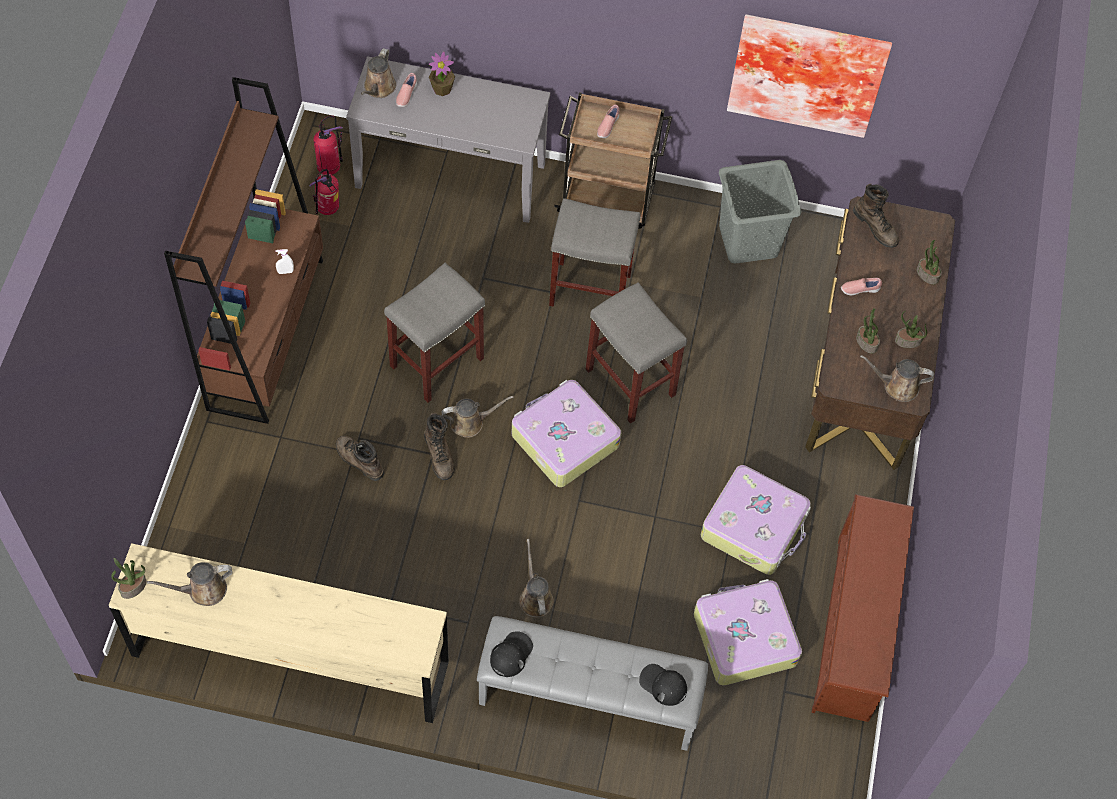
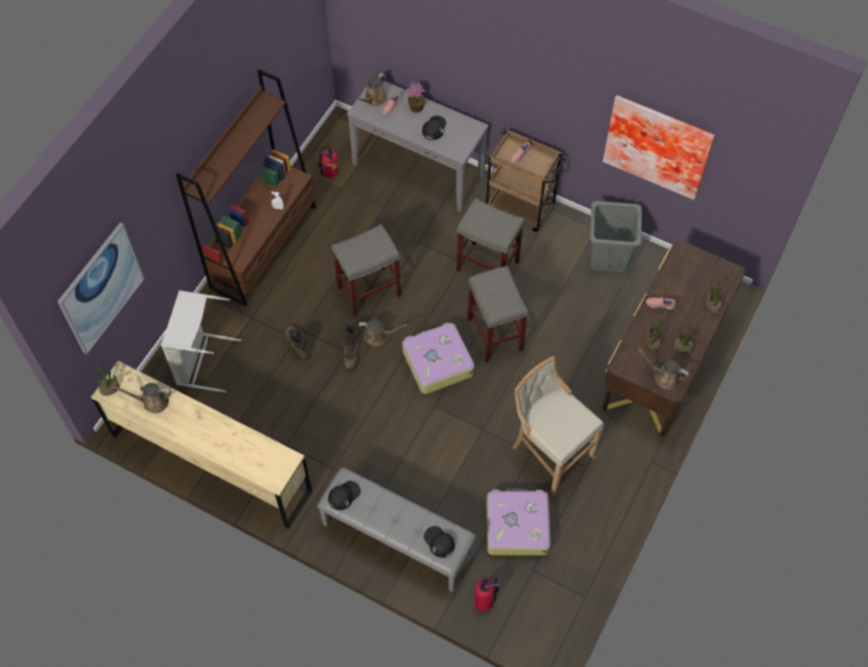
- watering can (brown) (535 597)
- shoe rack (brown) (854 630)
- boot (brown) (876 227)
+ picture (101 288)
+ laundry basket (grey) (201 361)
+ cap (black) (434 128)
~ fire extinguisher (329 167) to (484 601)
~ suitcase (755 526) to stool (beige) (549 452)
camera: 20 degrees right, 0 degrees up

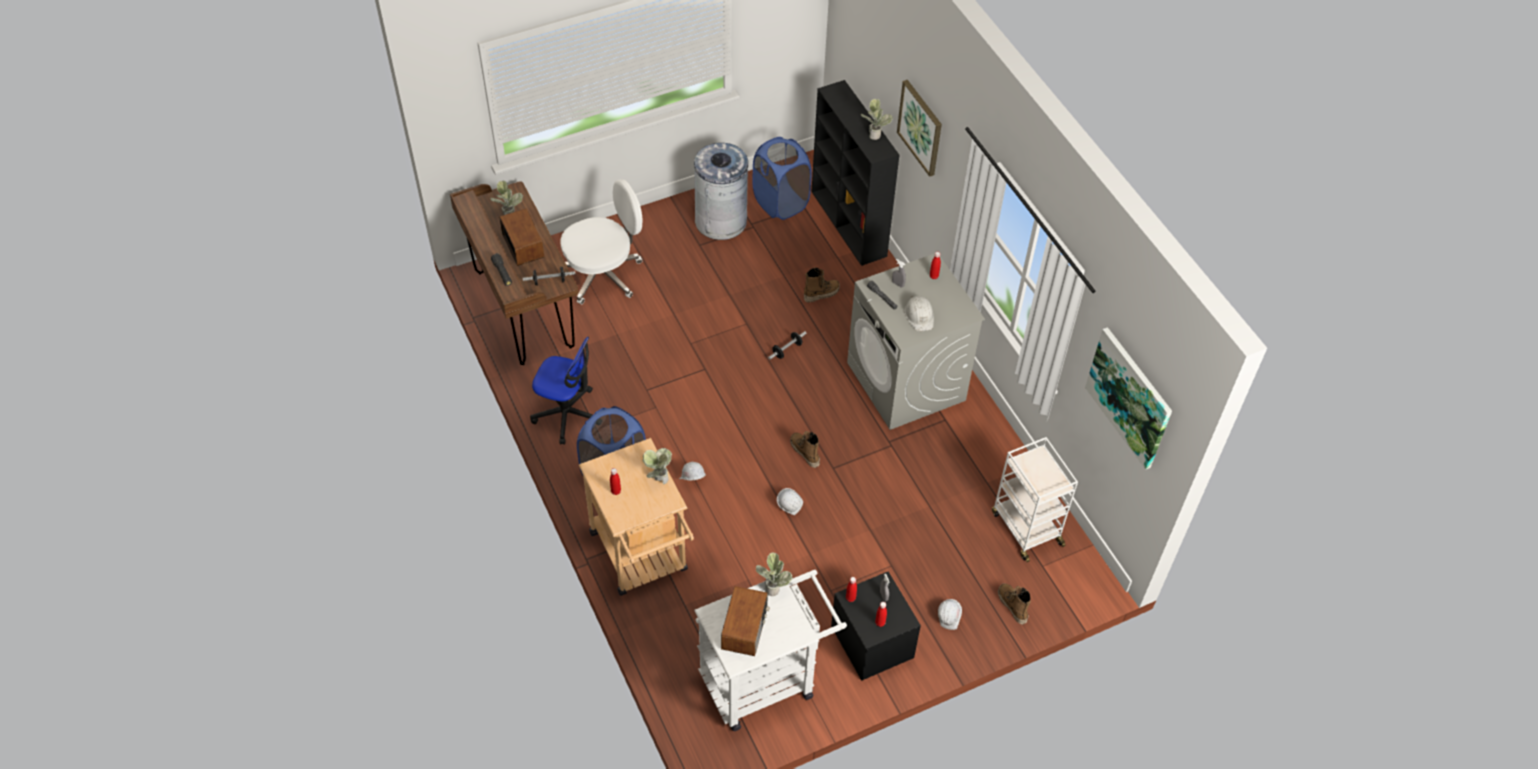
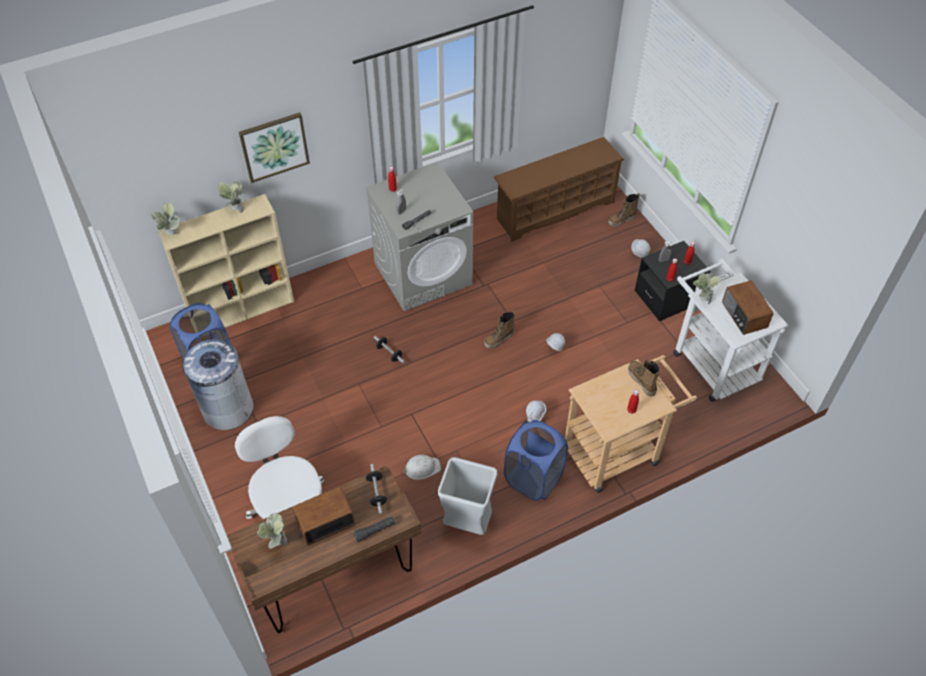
- picture (1130 397)
~ potted plant (658 478) to (171 235)
~ boot (821 293) to (641 381)
~ hard hat (white) (919 315) to (422 468)
~ office chair (567 414) to trash can (grey) (468 523)
~ cart (white) (1025 527) to shoe rack (brown) (555 210)
~ bookcase (black) (849 224) to bookcase (beige) (243 309)
~ radio (745 628) = (743 315) 120 degrees counterclockwise
camera: 90 degrees left, 0 degrees up

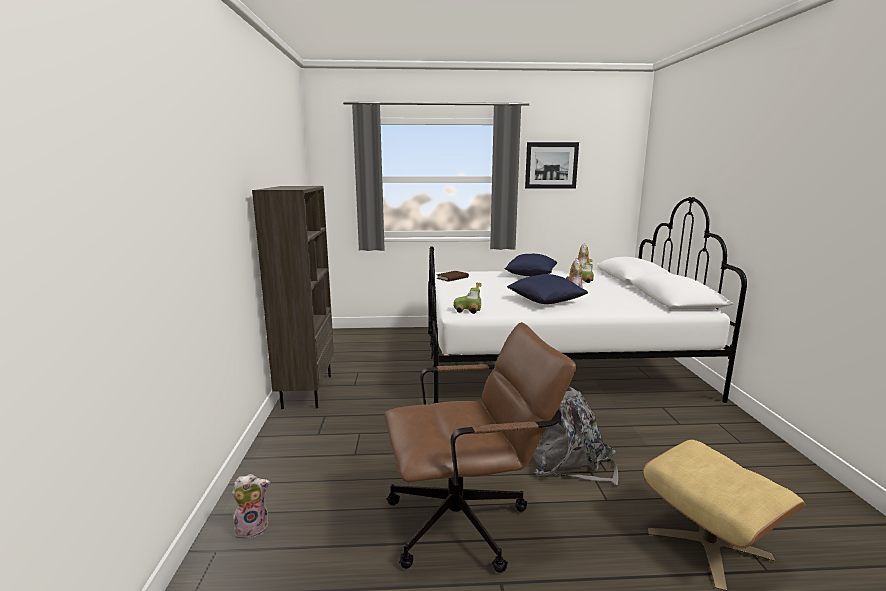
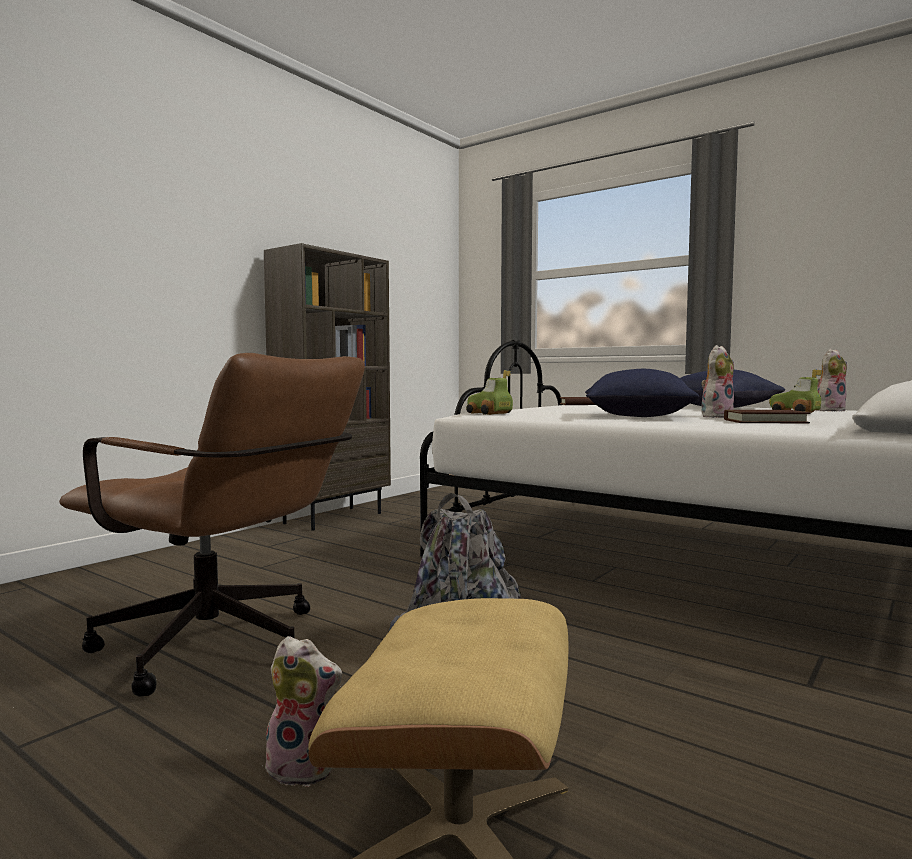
- picture (551 165)
+ book (brown) (765 421)
~ plush toy (253 528) to (304 767)
camera: 40 degrees right, 10 degrees down

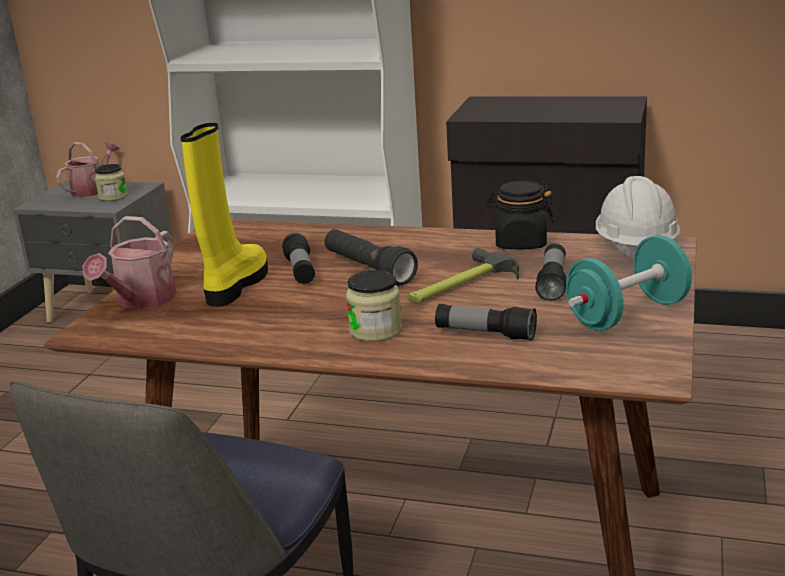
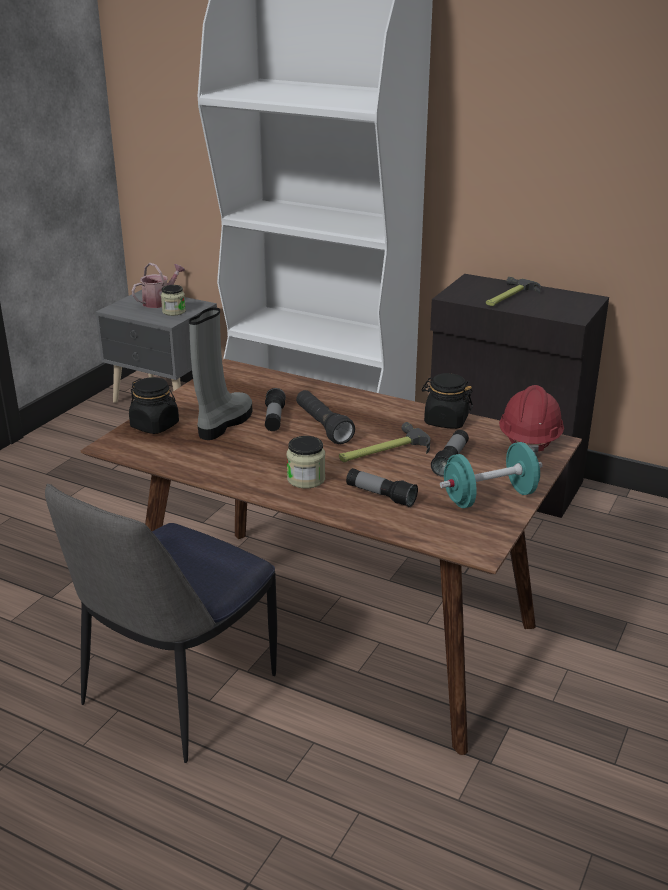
+ hammer (508 297)
~ watering can (141 301) to jar (black) (155 425)
~ boot (yellow) (236 285) to boot (grey) (224 423)
~ hard hat (white) (635 247) to hard hat (red) (529 440)
camera: 10 degrees right, 5 degrees up

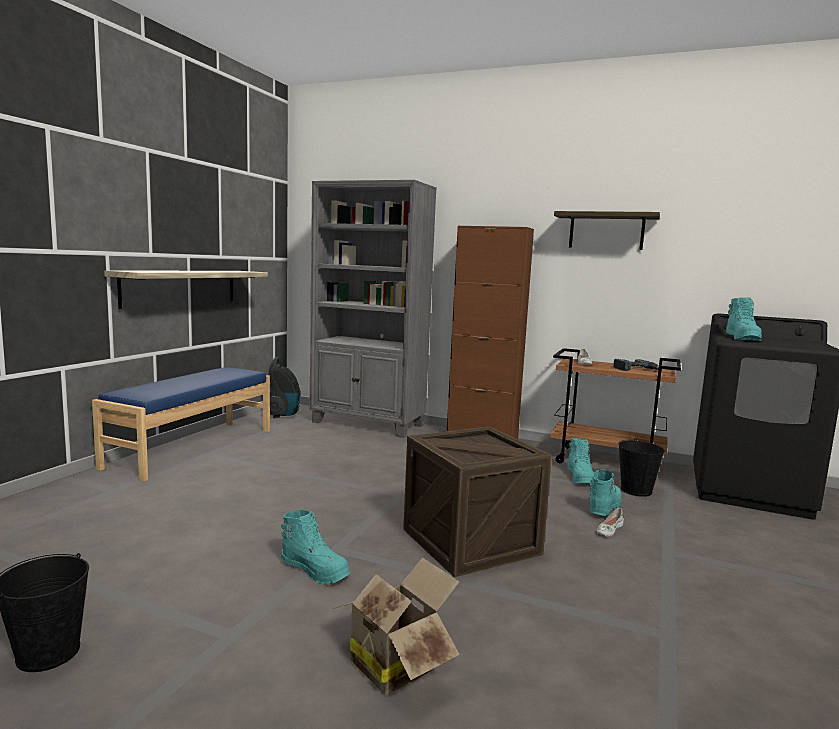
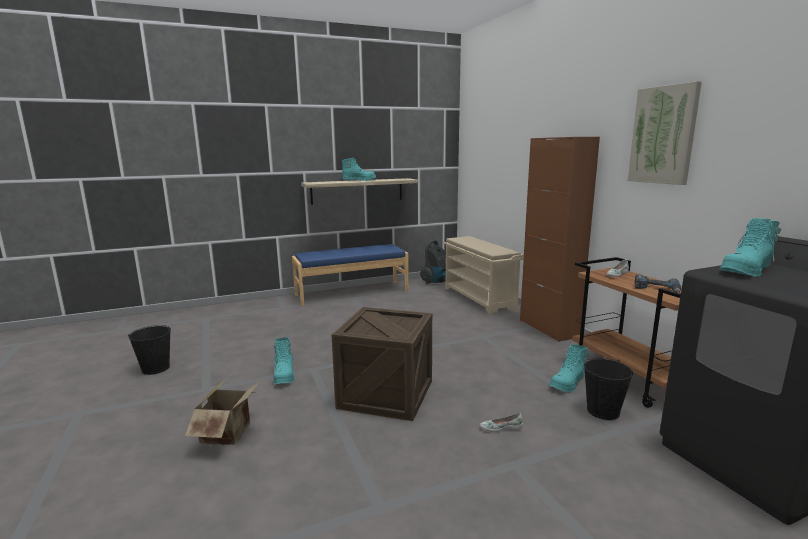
~ boot (turquoise) (603 508) to (359 180)
~ bookcase (grey) (368 424) to shoe rack (beige) (479 299)
~ shelf (606 231) to picture (663 135)
camera: 45 degrees right, 5 degrees up

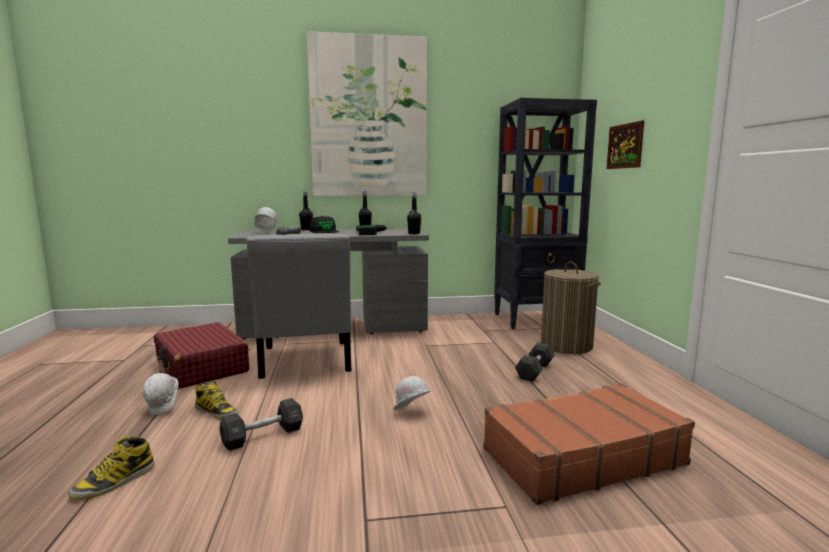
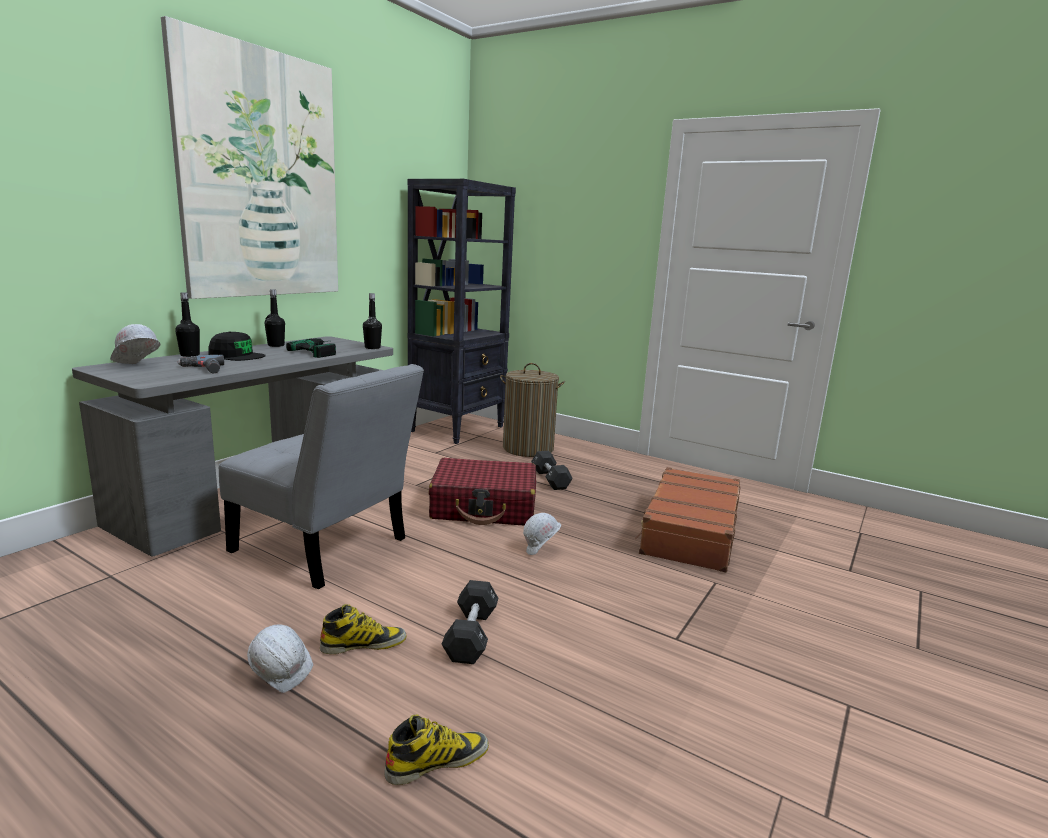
- picture (625 146)
~ suitcase (red) (202 367) to (484 507)
~ boot (114 482) = (437 761) 105 degrees counterclockwise
camera: 50 degrees left, 5 degrees up

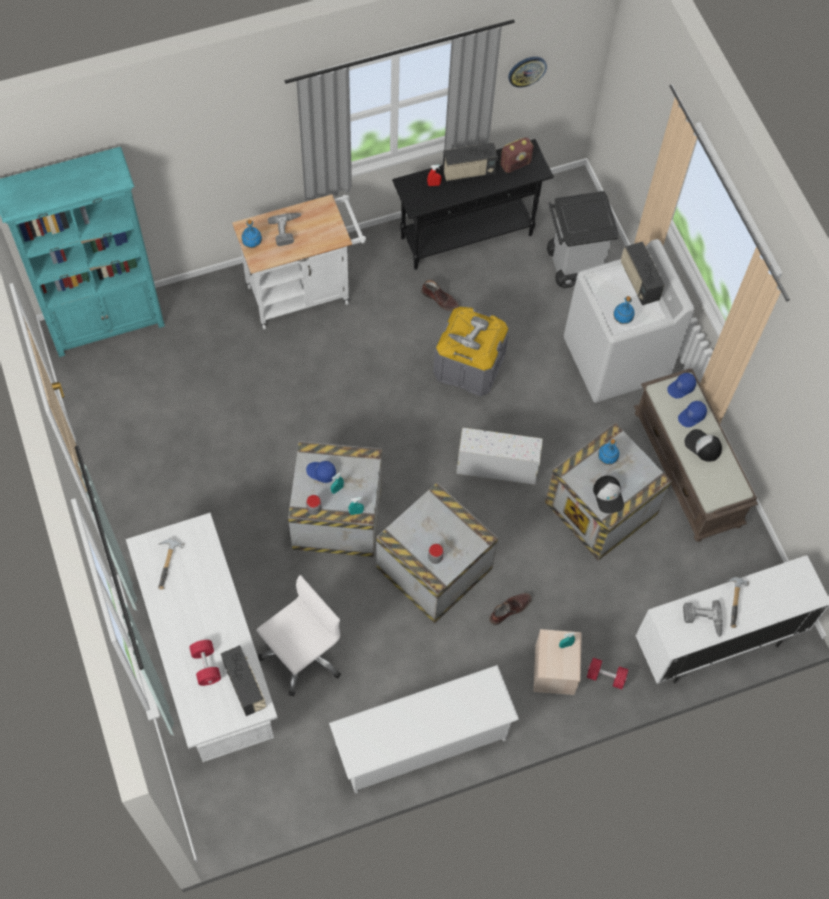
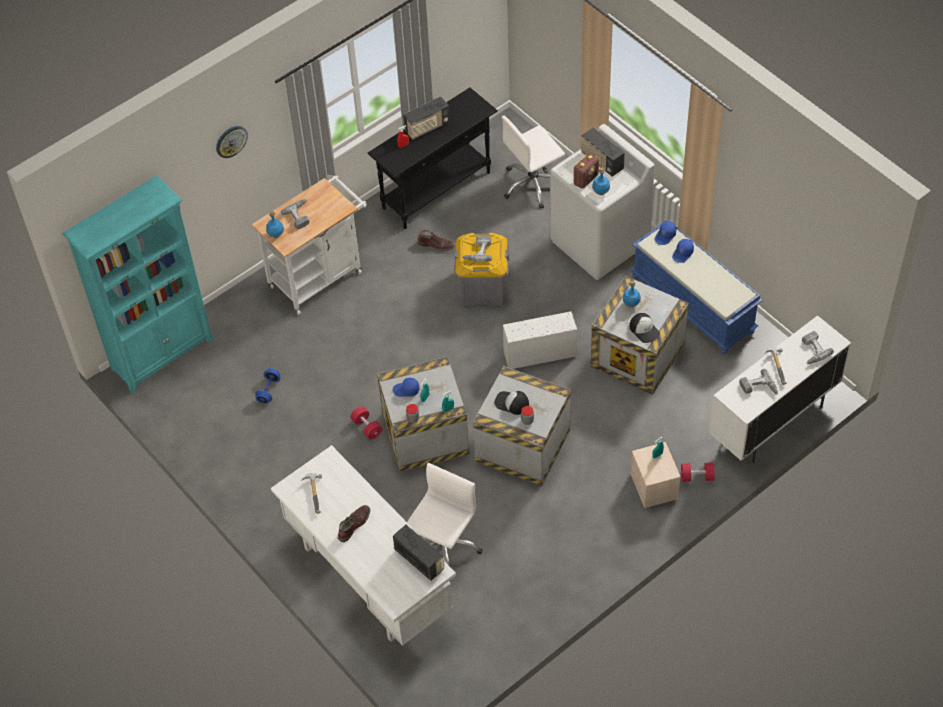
- shoe rack (white) (421 742)
+ dumbbell (blue) (268 391)
+ power drill (812 351)
~ dumbbell (red) (206 666) to (367 427)
~ boot (brown) (509 609) to (353 524)
~ radio (515 164) to (586 179)
~ wall clock (527 71) to (231 141)
~ cap (702 446) to (511 403)
~ trash can (grey) (572 265) to office chair (white) (533 184)
~ bench (brown) (688 469) to bench (blue) (694 304)
camera: 15 degrees left, 10 degrees down

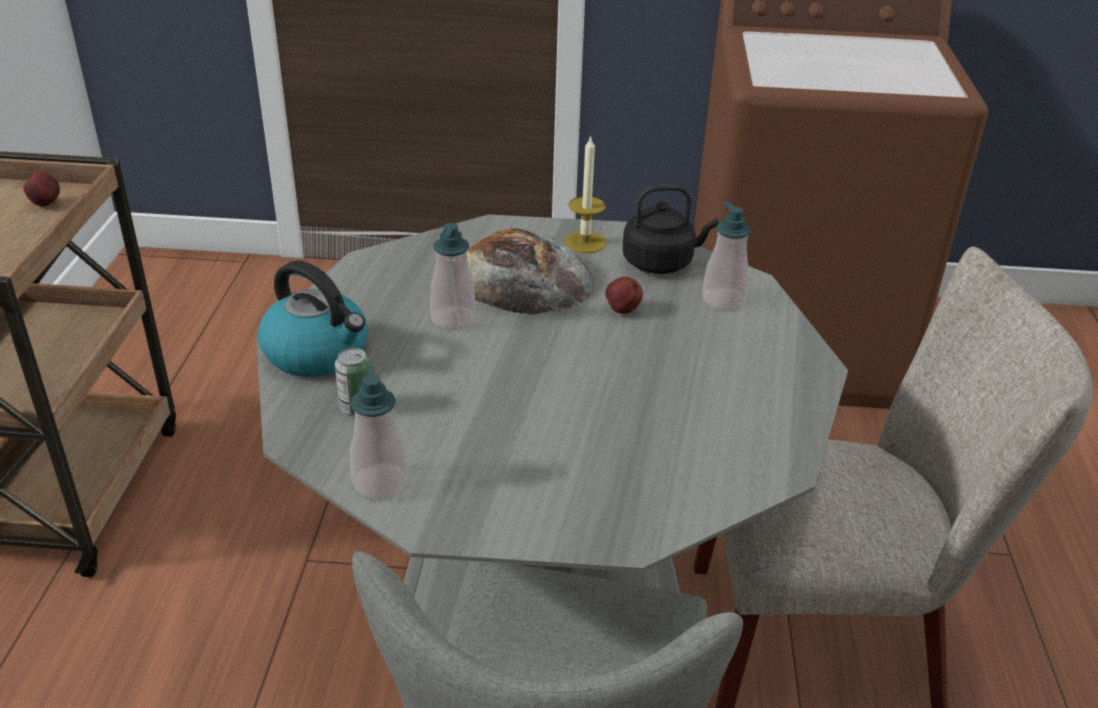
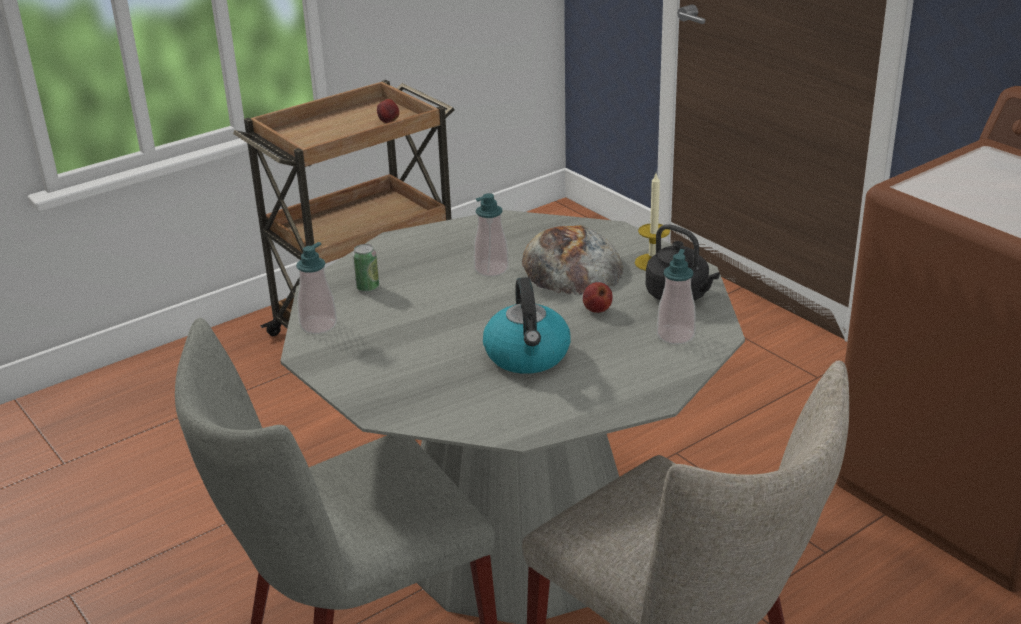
~ kettle (318 353) to (528 356)
camera: 50 degrees right, 5 degrees down

